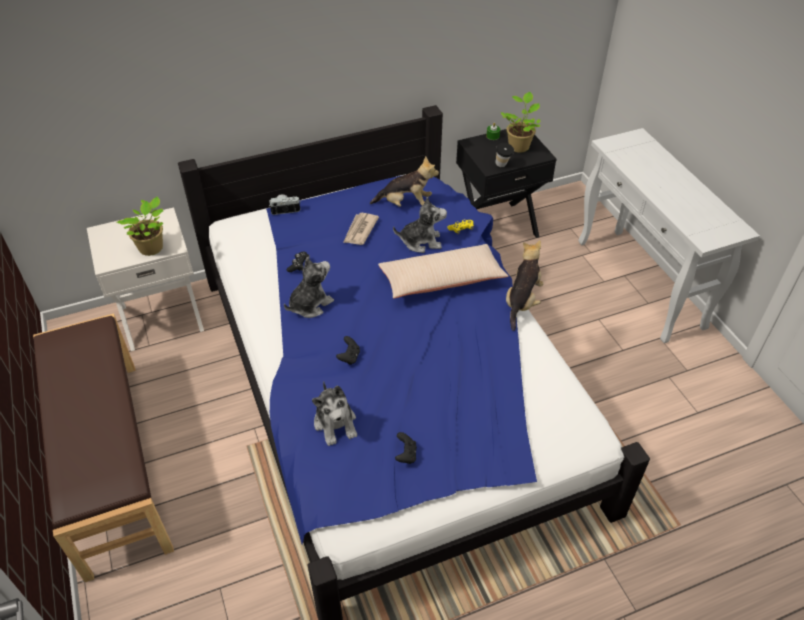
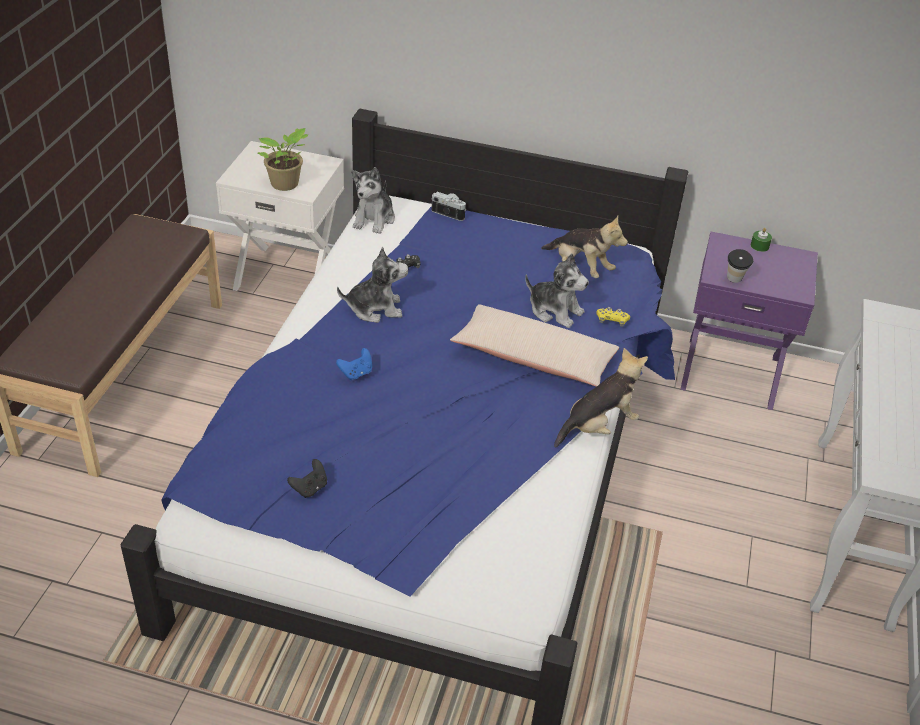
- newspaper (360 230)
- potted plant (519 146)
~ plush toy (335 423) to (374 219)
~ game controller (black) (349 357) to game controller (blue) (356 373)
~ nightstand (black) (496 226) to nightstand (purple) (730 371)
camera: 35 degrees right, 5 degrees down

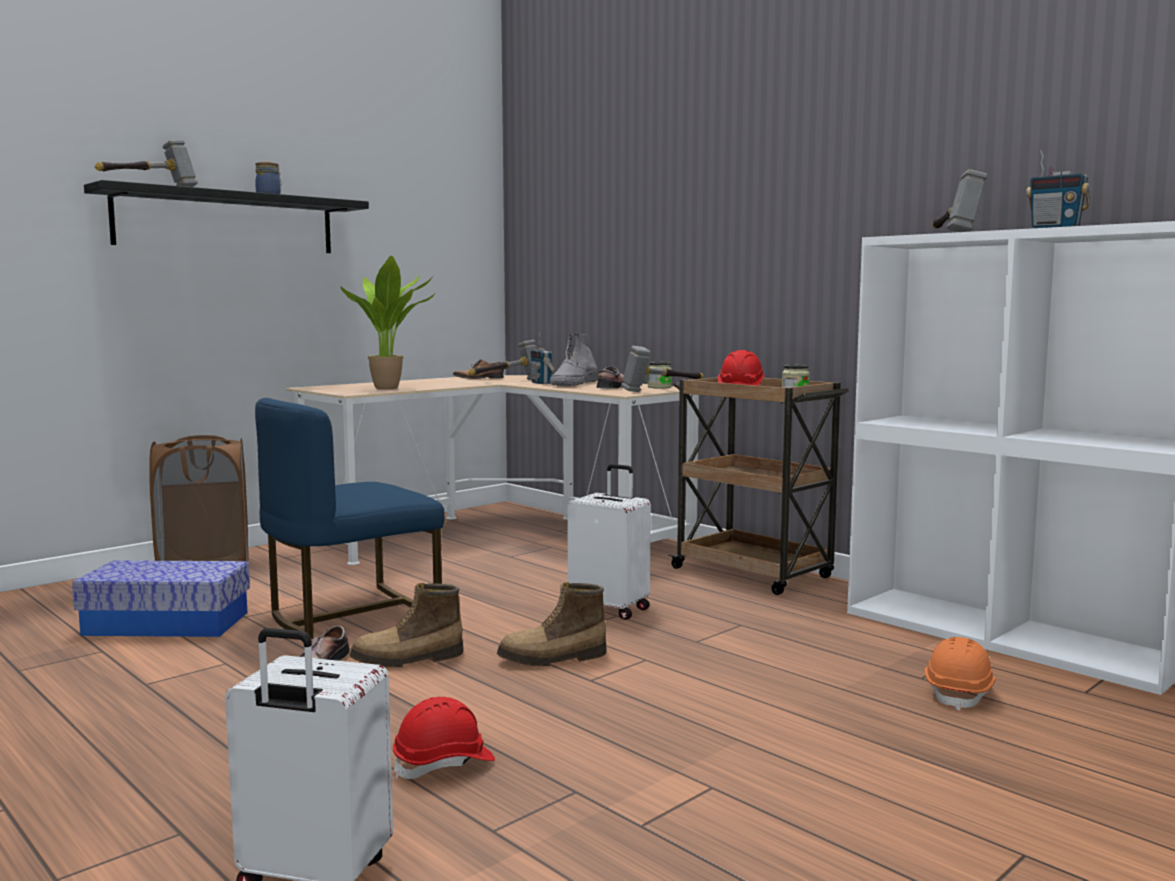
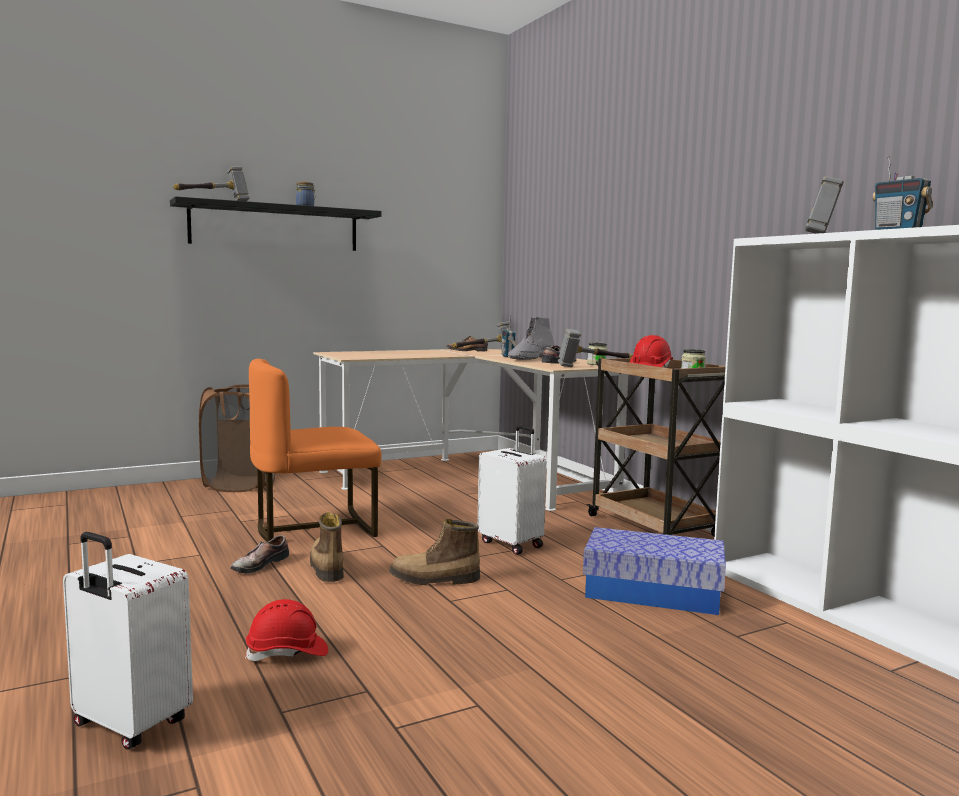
- potted plant (391 388)
- hard hat (orange) (959 693)
~ storage box (167 623) to (653 592)
~ chair (blue) (351 613) to chair (orange) (314 527)
~ boot (408 660) = (326 567) 75 degrees clockwise
camera: 15 degrees right, 0 degrees up

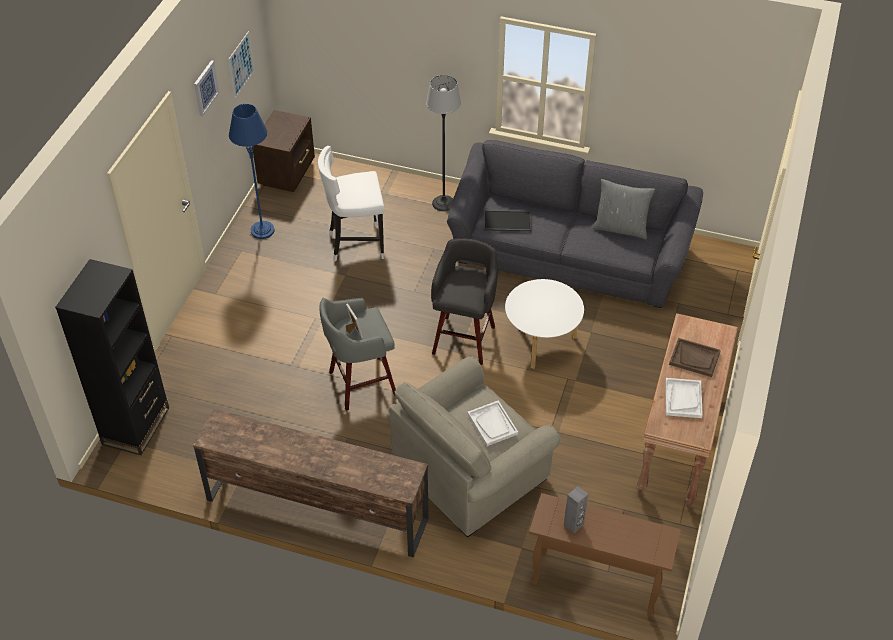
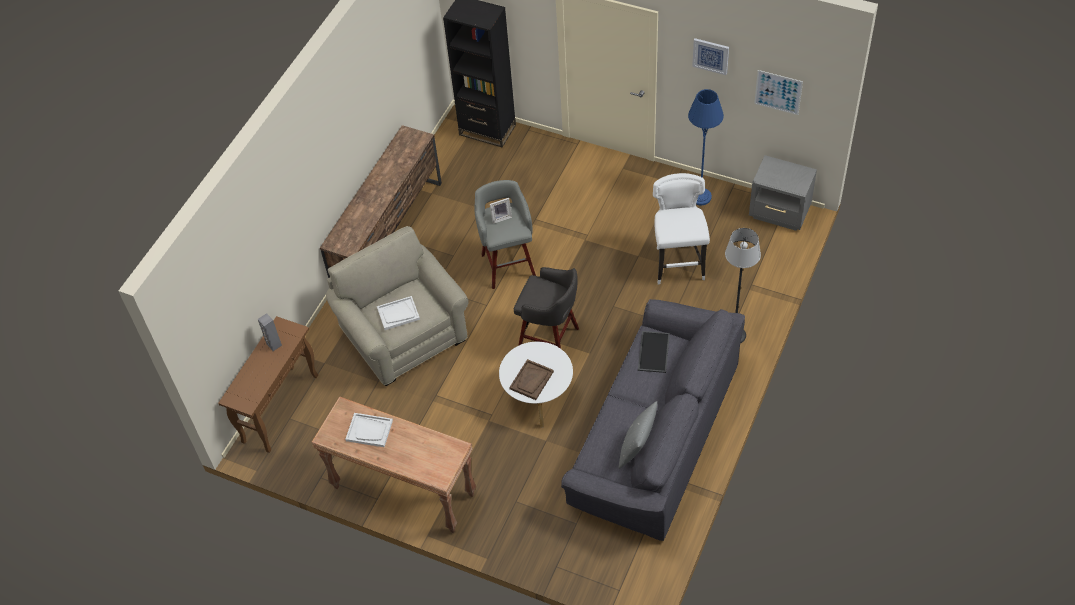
~ tray (brown) (694 358) to (531 380)
~ nightstand (brown) (288 174) to nightstand (grey) (780 213)
camera: 100 degrees right, 5 degrees up

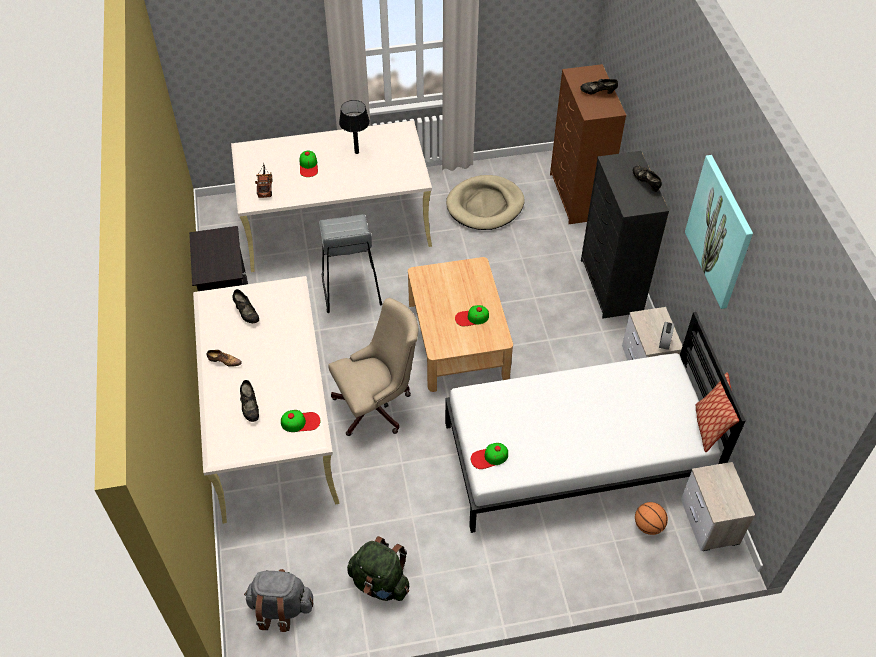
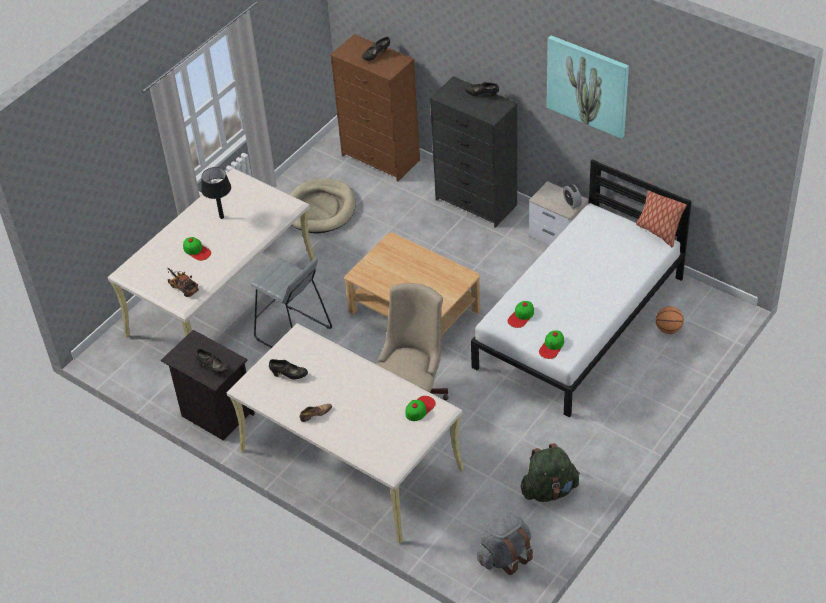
- nightstand (709 523)
~ shoe (black) (250 407) to (213 368)
~ cap (472 317) to (521 316)
camera: 40 degrees left, 5 degrees down

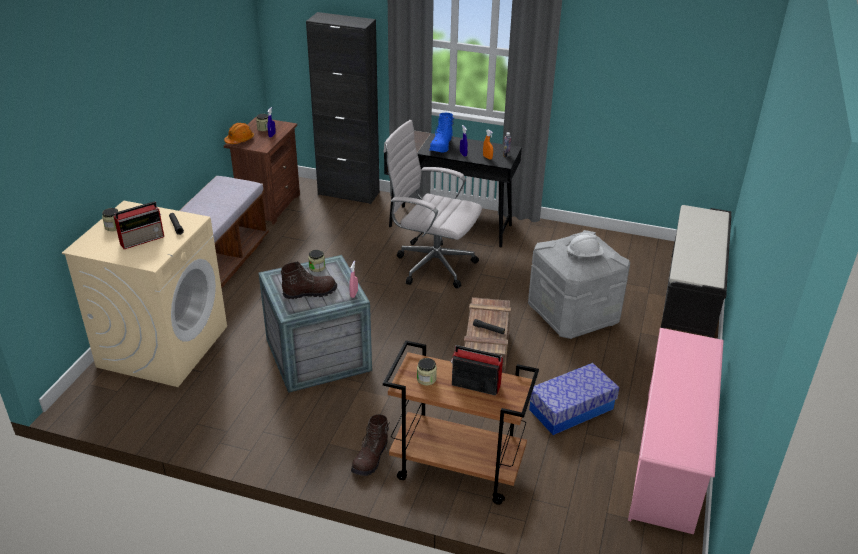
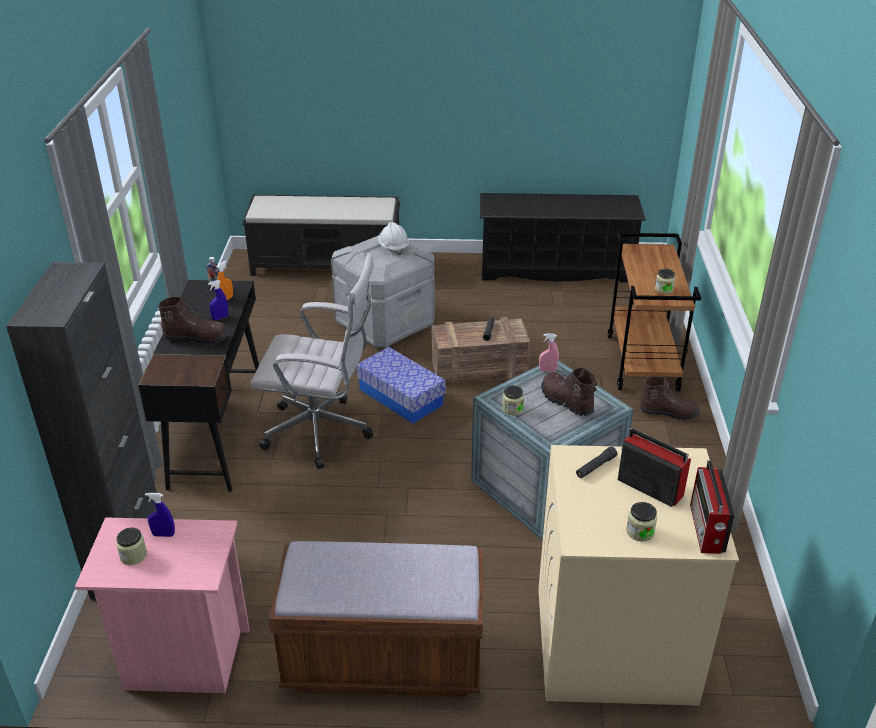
- hard hat (orange) (239 140)
~ radio (474 384) to (706 530)
~ storage box (571 409) to (401 397)
~ nightstand (brown) (268 205) to nightstand (pink) (182 659)
~ boot (blue) (442 146) to boot (brown) (196 338)
~ shoe rack (pink) (669 458) to shoe rack (black) (555 269)
~ office chair (white) (431 265) = (322 433) 90 degrees counterclockwise
camera: 105 degrees left, 0 degrees up

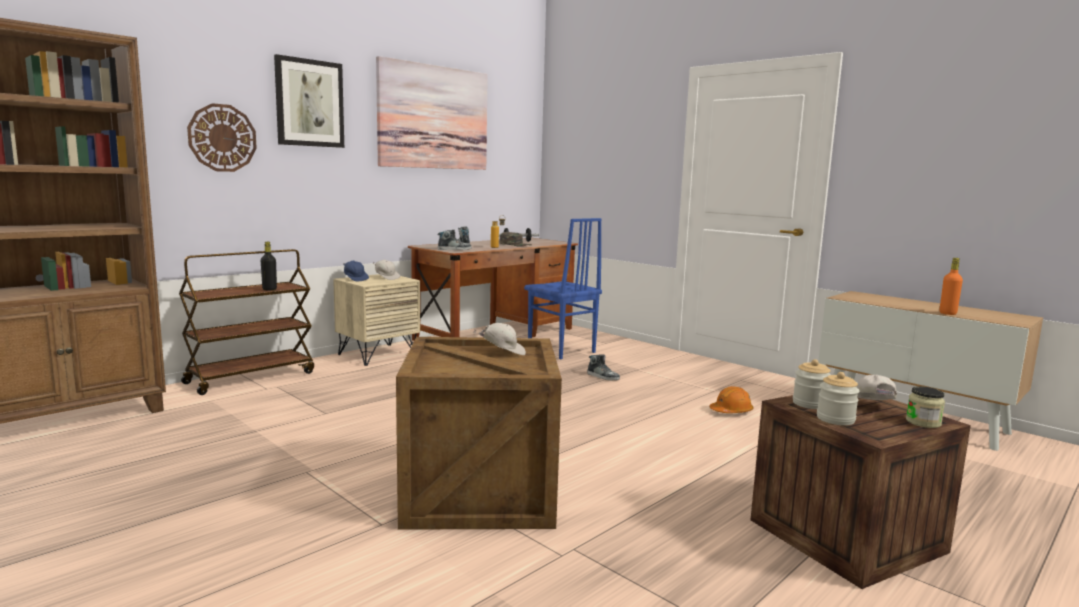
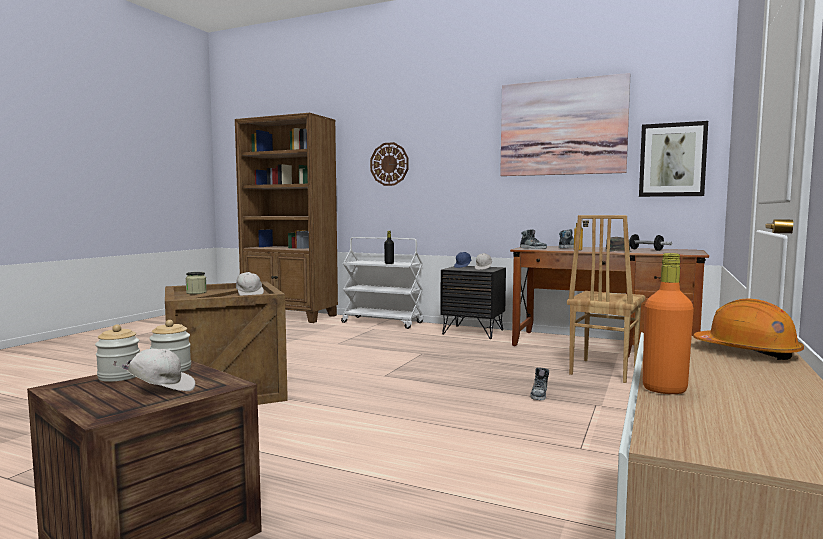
~ picture (309 103) to (672 160)
~ hard hat (orange) (731 411) to (747 352)
~ jar (923 422) to (196 292)
~ cart (brown) (251 377) to cart (white) (383 322)
~ nightstand (beige) (377 355) to nightstand (black) (473 332)
~ chair (blue) (560 350) to chair (brown) (602 370)
camera: 70 degrees right, 5 degrees down

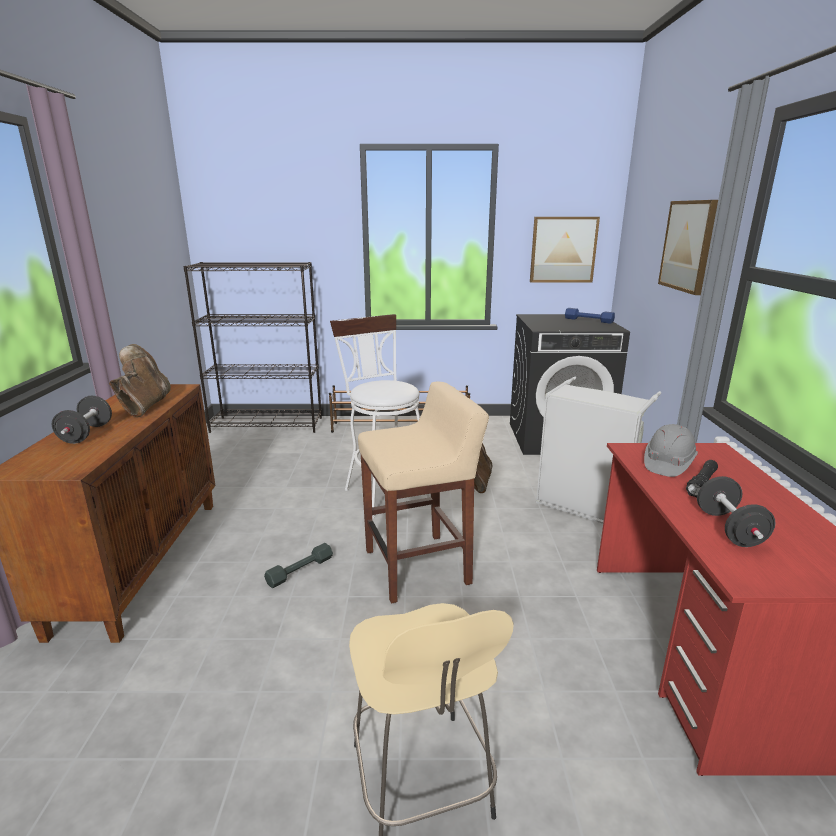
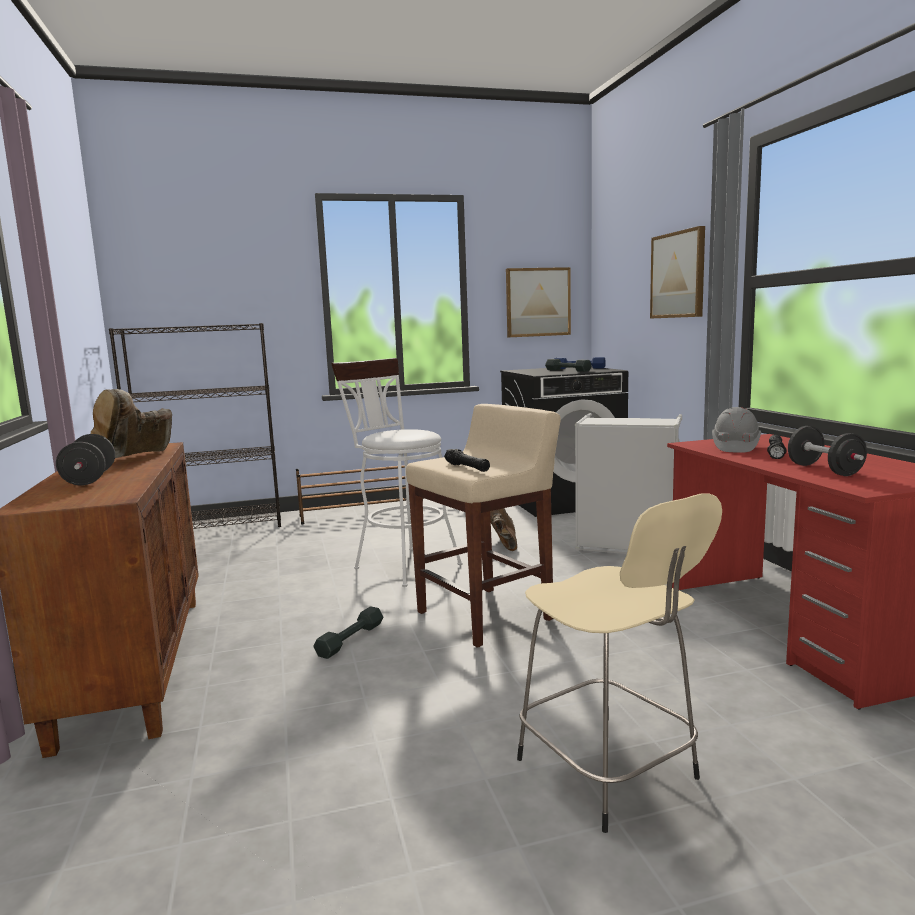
+ flashlight (black) (467 468)
+ dumbbell (grey) (568 370)
~ boot (brown) (144 406) = (134 458) 135 degrees counterclockwise
camera: 15 degrees left, 10 degrees down

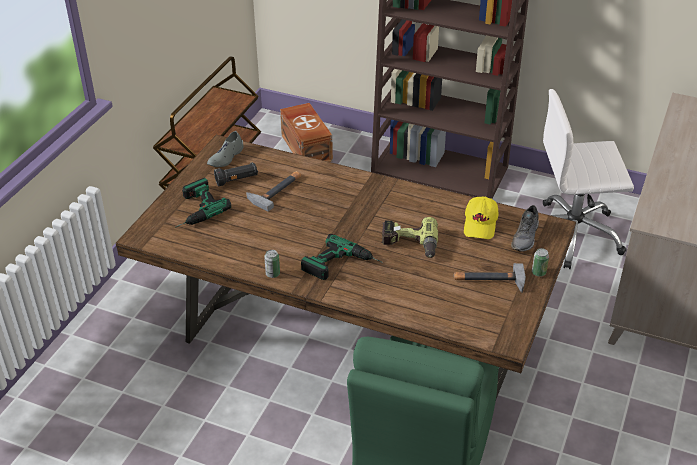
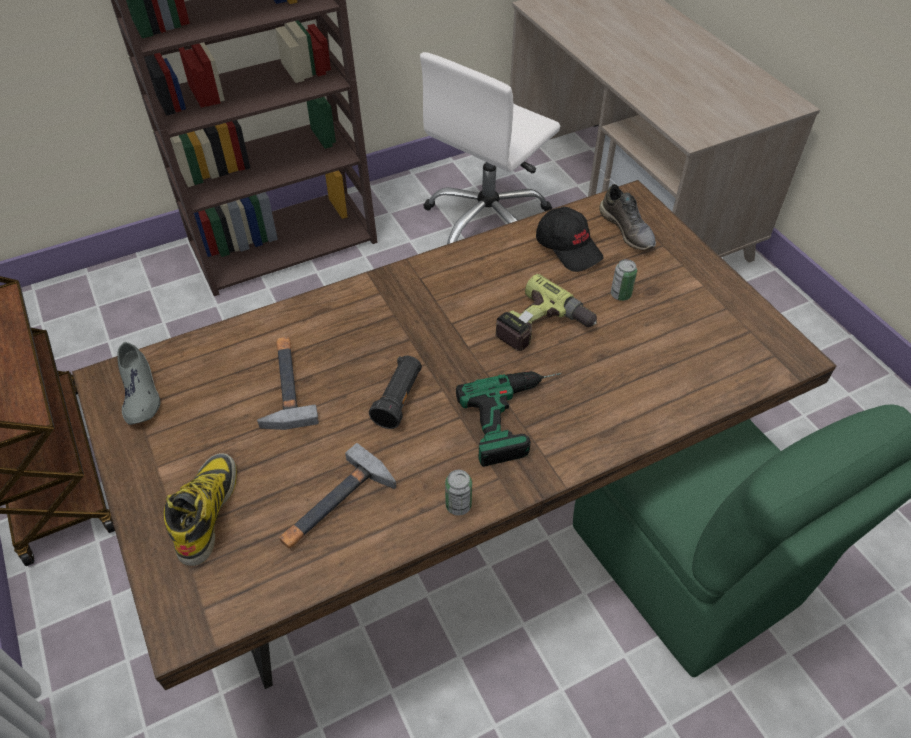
- storage box (brown) (307 147)
~ flashlight (black) (237 180) to (398 399)
~ hammer (489 280) to (335 506)
~ can (538 272) to (620 294)
~ power drill (193 210) to boot (207 510)
~ cap (yellow) (480 224) to cap (black) (569 248)
camera: 50 degrees left, 10 degrees up

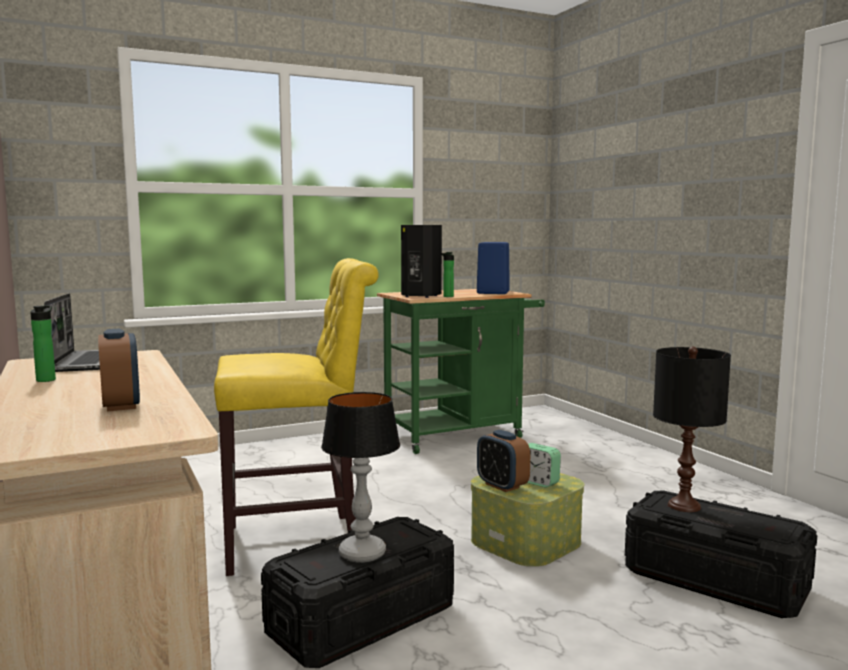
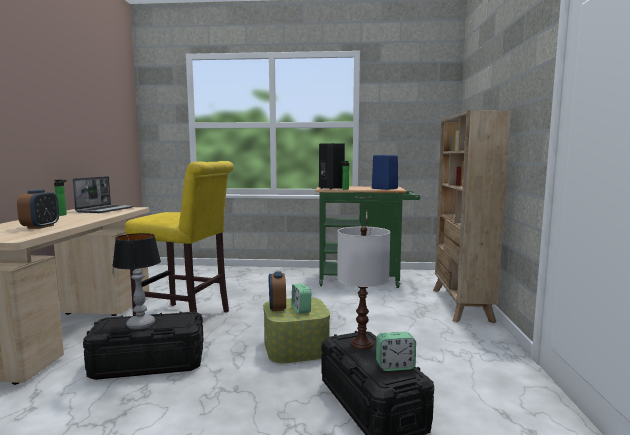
+ alarm clock (395 366)
+ bookcase (beige) (461 305)
~ table lamp (black) (684 506) to table lamp (white) (361 344)
camera: 30 degrees right, 0 degrees up

